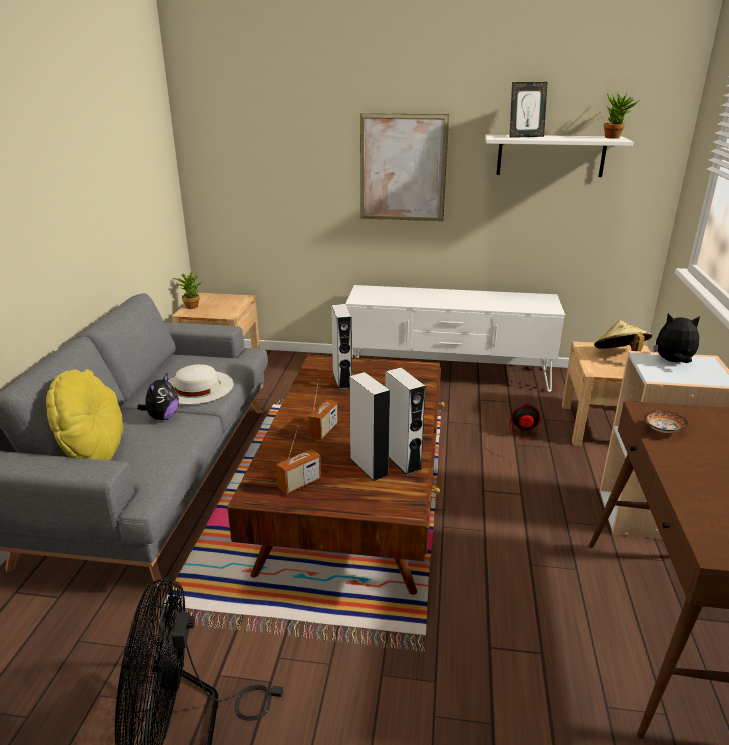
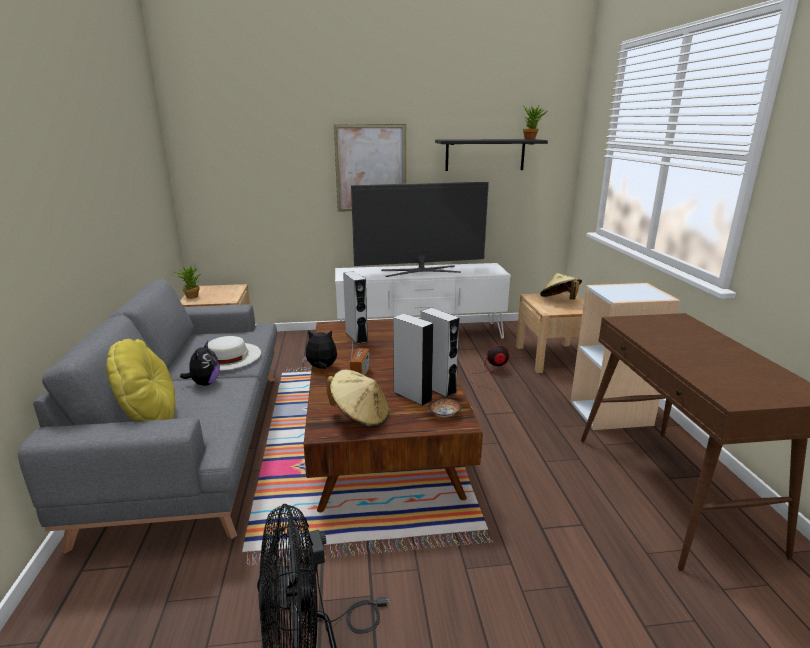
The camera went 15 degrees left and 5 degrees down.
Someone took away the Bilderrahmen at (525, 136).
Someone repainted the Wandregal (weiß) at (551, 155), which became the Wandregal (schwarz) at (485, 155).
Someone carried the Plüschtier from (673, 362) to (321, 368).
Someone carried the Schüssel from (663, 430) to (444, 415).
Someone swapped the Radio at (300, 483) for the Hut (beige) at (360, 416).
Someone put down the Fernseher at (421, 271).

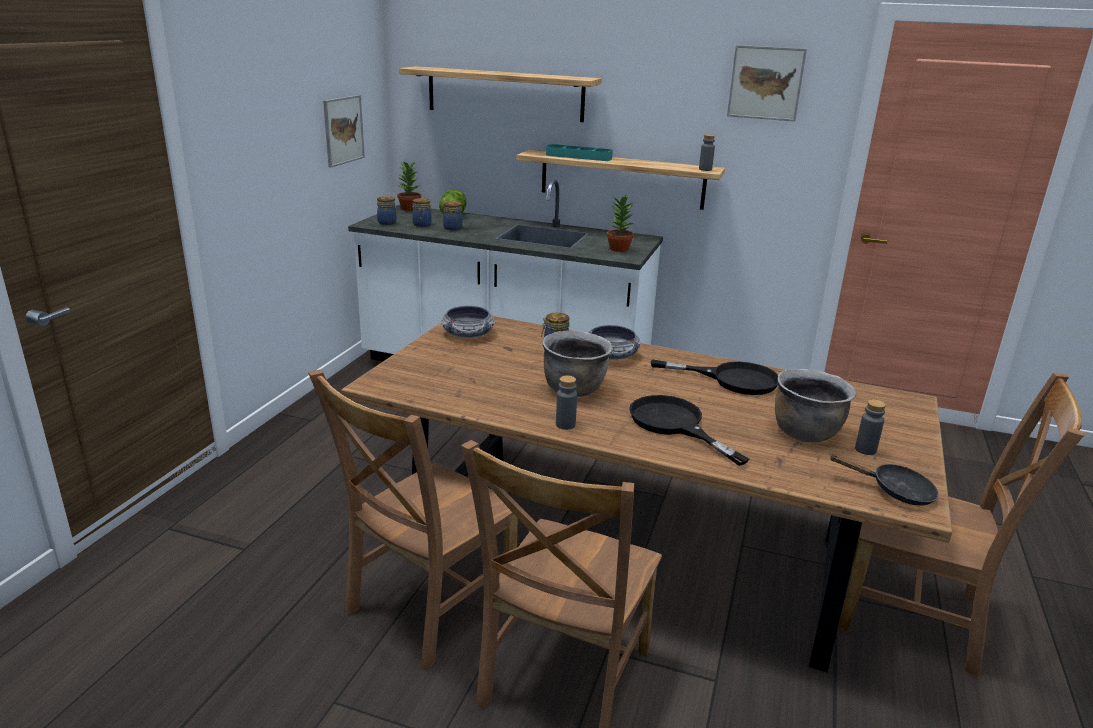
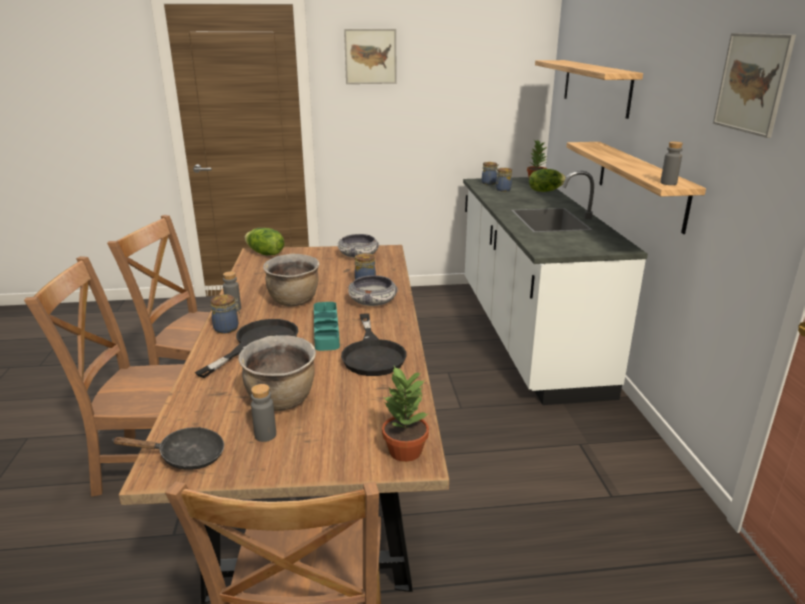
The camera went 65 degrees right and 0 degrees up.
Someone carried the Bild from (343, 130) to (370, 56).
Someone carried the Tablett (türkis) from (578, 157) to (326, 329).
Someone carried the Topfpflanze from (618, 249) to (404, 450).
Someone carried the Vorratsglas from (453, 228) to (227, 328).
Someone rotated the Pfanne (schwarz) at (895, 491) by 90 degrees counterclockwise.
Someone put down the Salatkopf at (265, 253).

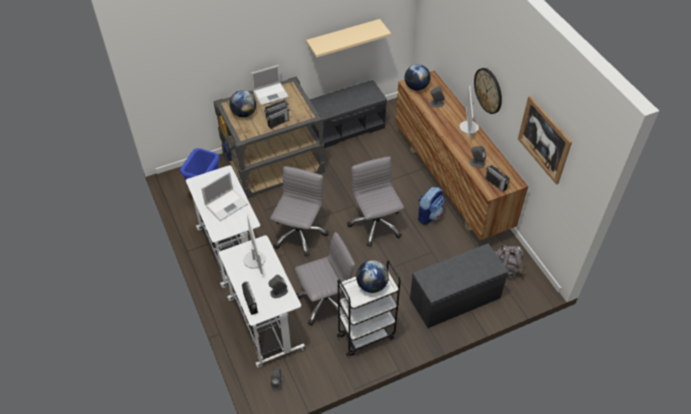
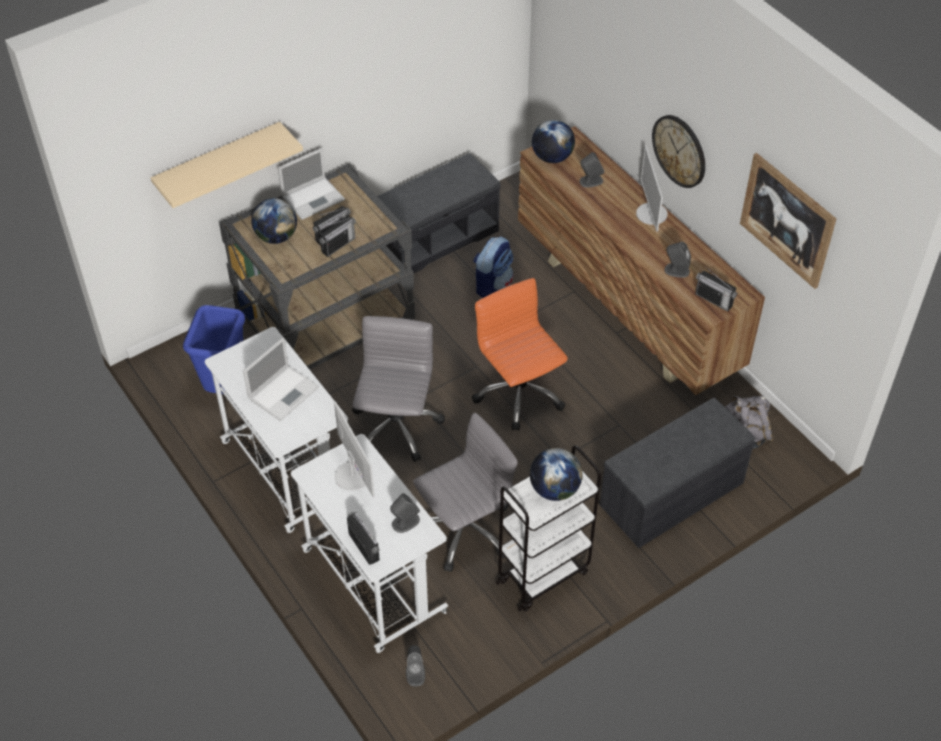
The camera went 10 degrees left and 0 degrees up.
Someone carried the Wandregal (beige) from (343, 37) to (218, 162).
Someone repainted the Bürostuhl (grau) at (375, 224), which became the Bürostuhl (orange) at (518, 393).
Someone carried the Rucksack from (429, 215) to (492, 284).

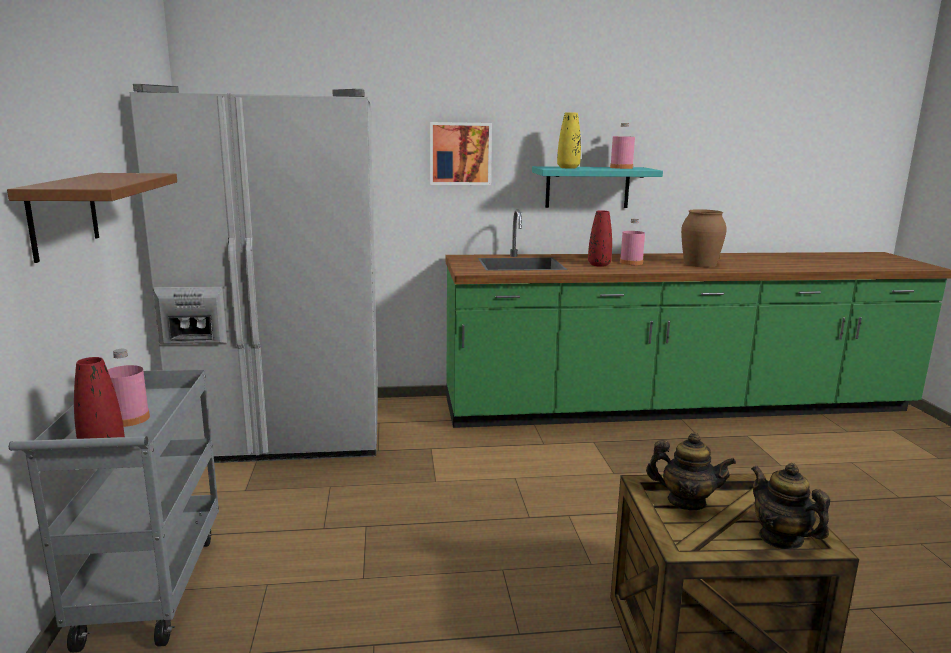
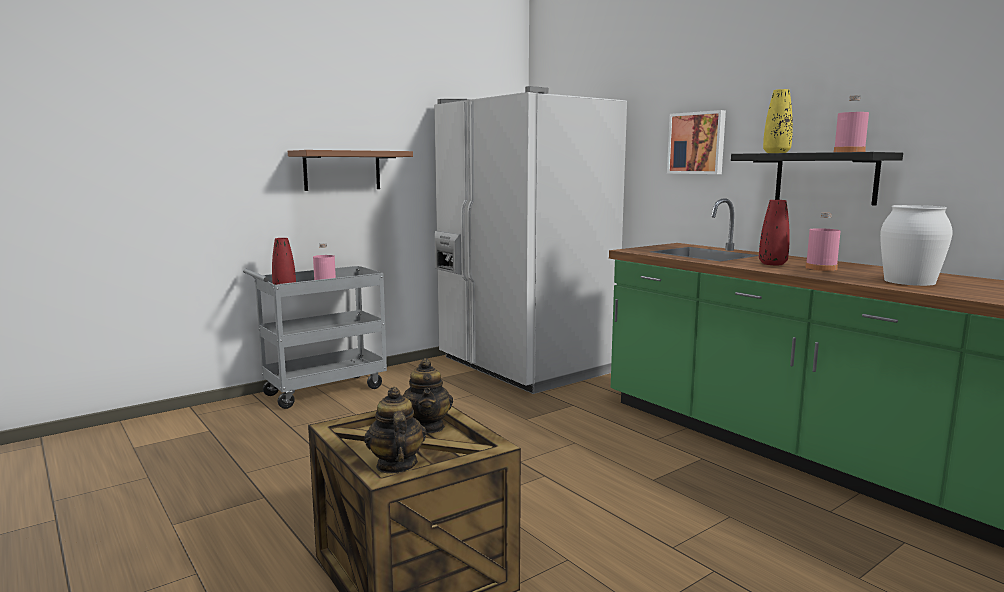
The camera went 60 degrees right and 5 degrees down.
Someone repainted the Wandregal (türkis) at (587, 187), which became the Wandregal (schwarz) at (825, 178).
Someone repainted the Vase (braun) at (700, 264), which became the Vase (weiß) at (910, 281).
Someone rotated the Teekanne at (781, 538) by 45 degrees counterclockwise.

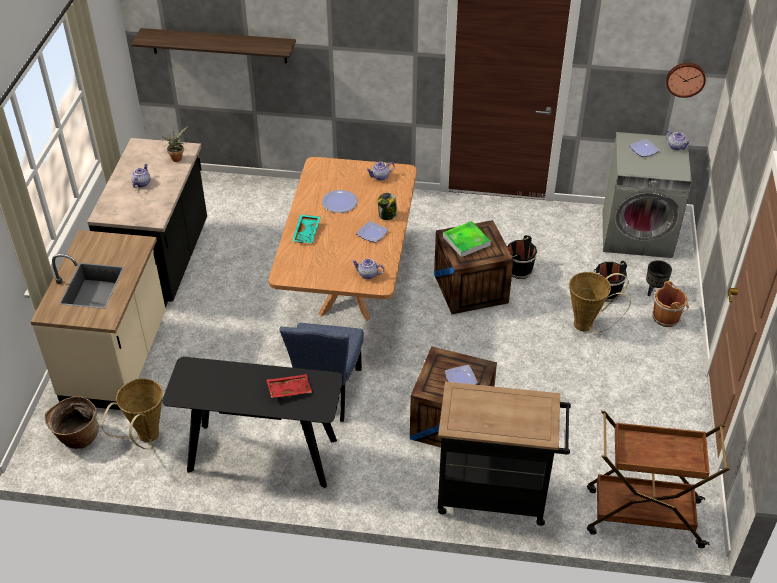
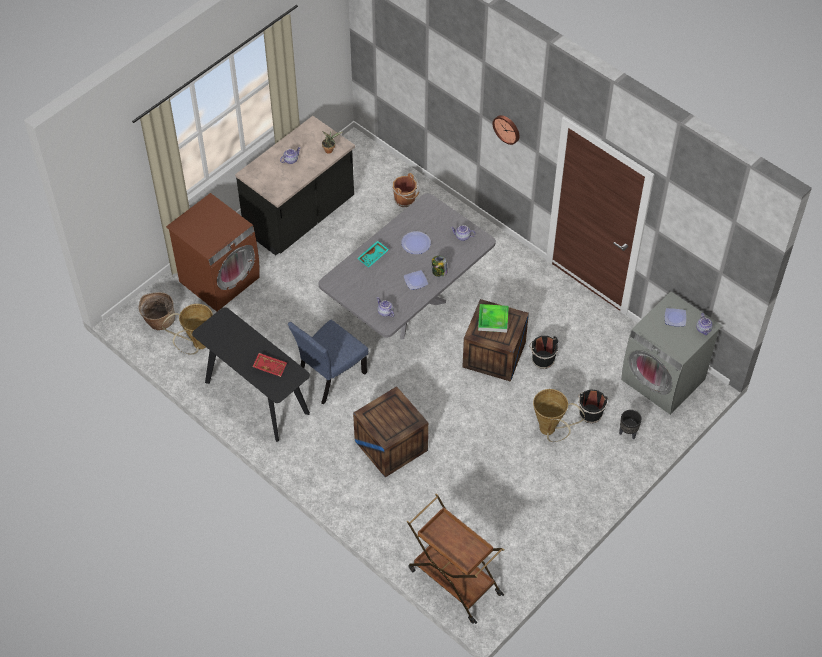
The camera went 35 degrees right and 10 degrees up.
Someone took away the Wandregal at (219, 45).
Someone carried the Wanduhr from (685, 79) to (507, 129).
Someone repainted the Esstisch (braun) at (349, 290), which became the Esstisch (grau) at (408, 309).
Someone swapped the Küchenzeile (beige) at (117, 360) for the Waschmaschine (braun) at (219, 278).
Someone carried the Eimer (braun) from (667, 317) to (405, 200).
Someone took away the Teller at (460, 379).
Someone took away the Rollwagen (schwarz) at (496, 495).

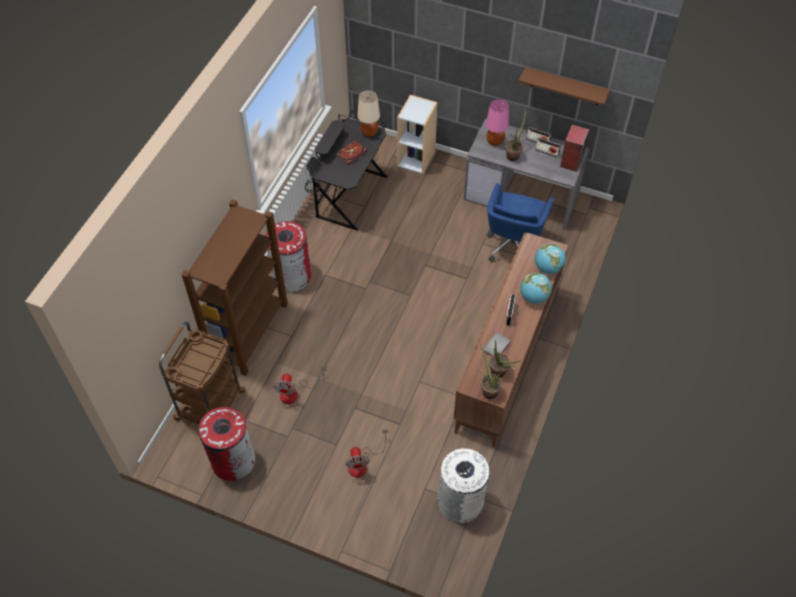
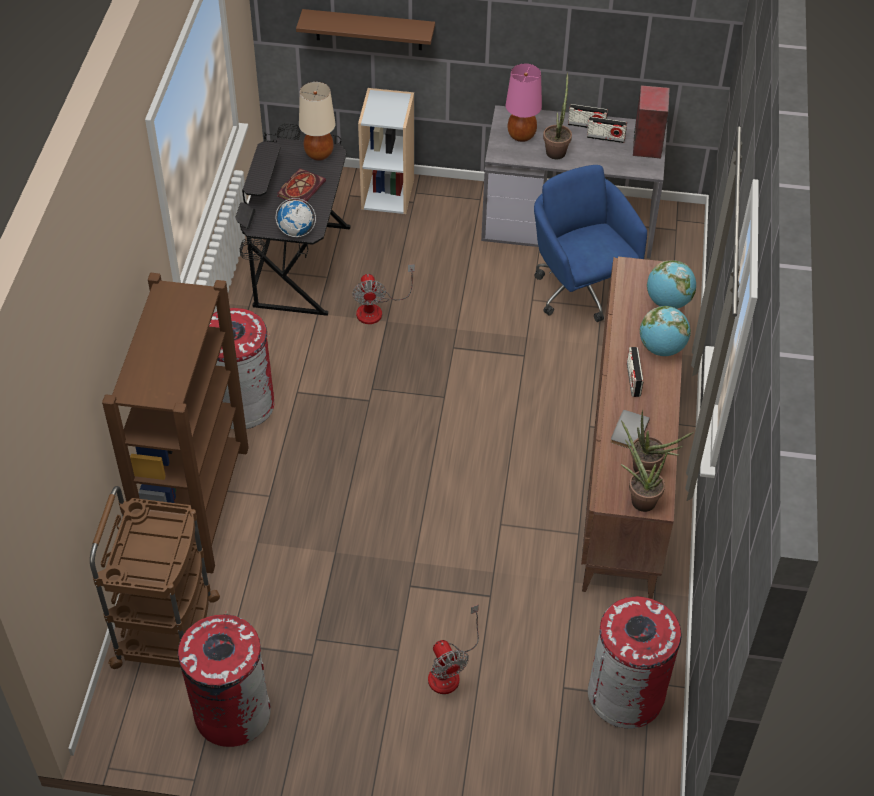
The camera went 15 degrees left and 5 degrees down.
Someone carried the Wandregal (braun) from (565, 86) to (368, 29).
Someone rotated the Bürostuhl (blau) at (512, 246) by 150 degrees clockwise.
Someone carried the Ventilator from (295, 392) to (377, 309).
Someone repainted the Mülleimer (weiß) at (460, 501), which became the Mülleimer (rot) at (626, 694).
Someone put down the Globus at (296, 231).

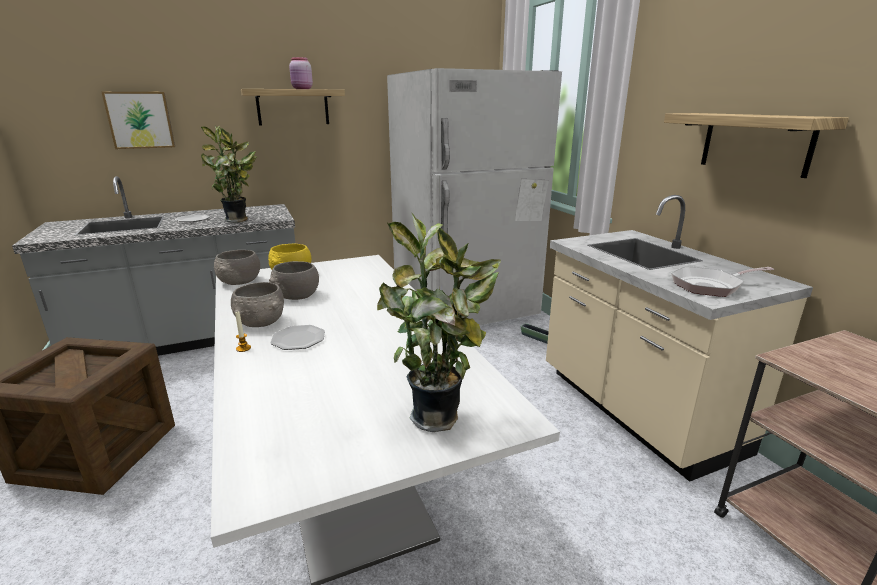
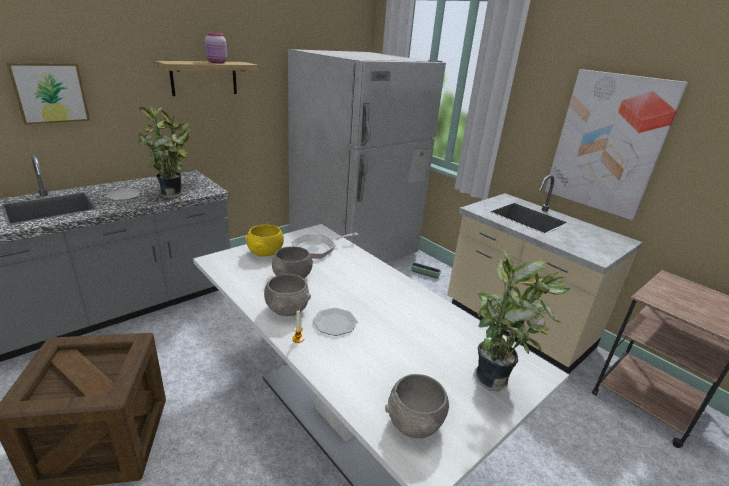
The camera went 20 degrees left and 5 degrees up.
Someone swapped the Wandregal at (755, 143) for the Bild at (607, 144).
Someone carried the Schüssel (grau) from (239, 282) to (415, 422).
Someone carried the Pfanne from (710, 286) to (317, 249).

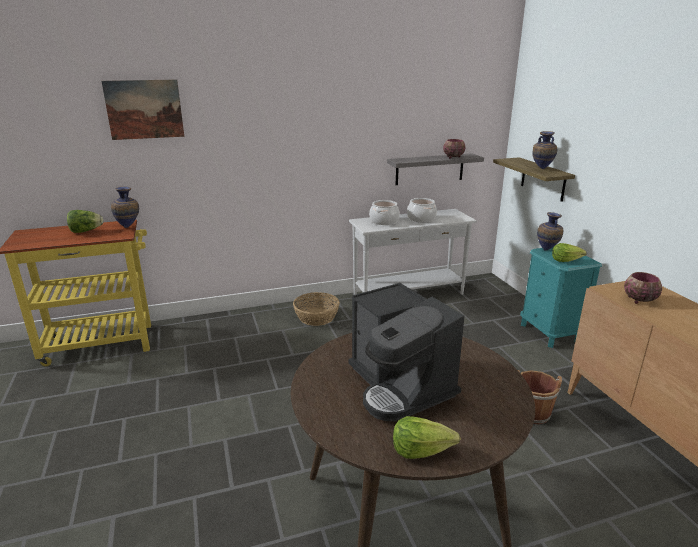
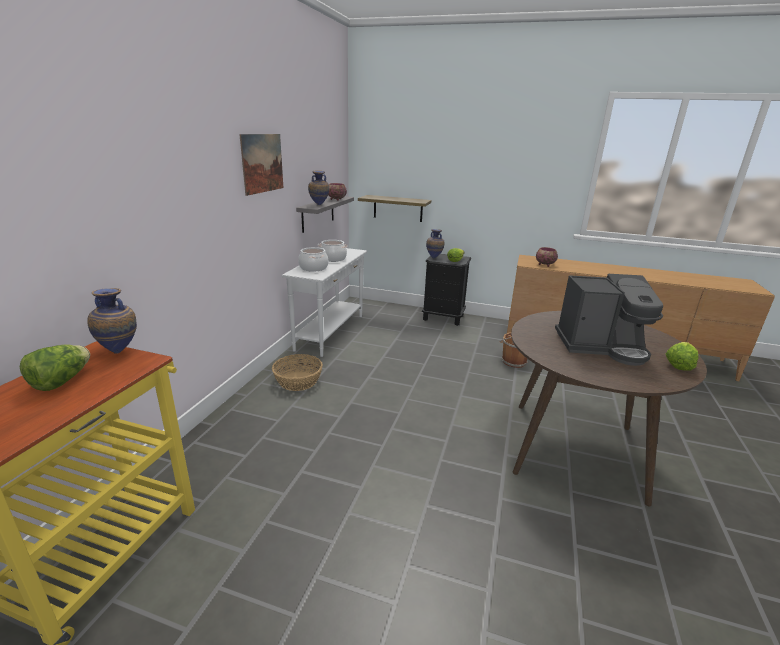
The camera went 55 degrees left and 0 degrees up.
Someone carried the Bild from (144, 109) to (262, 163).
Someone carried the Vase from (541, 169) to (319, 205).
Someone repainted the Nachttisch (türkis) at (550, 333), which became the Nachttisch (schwarz) at (443, 317).

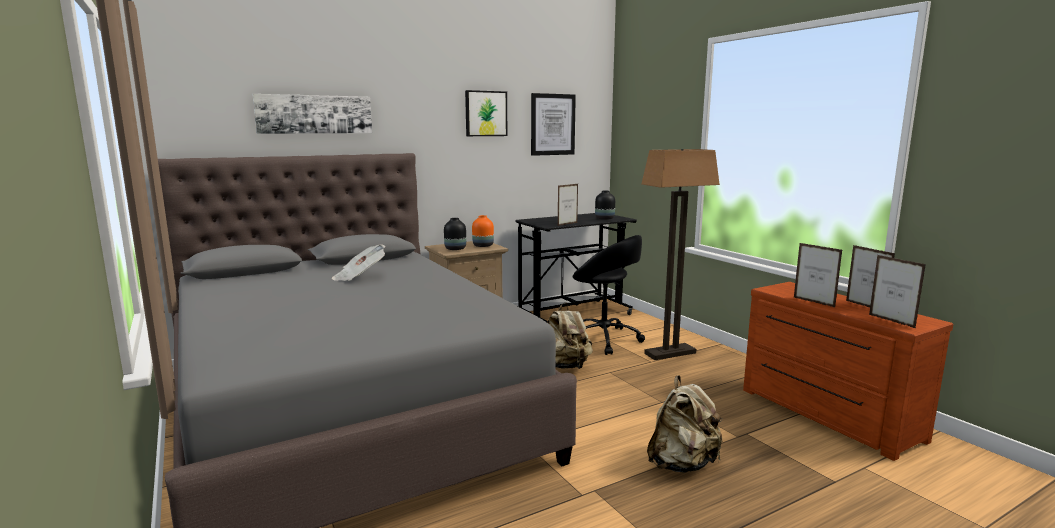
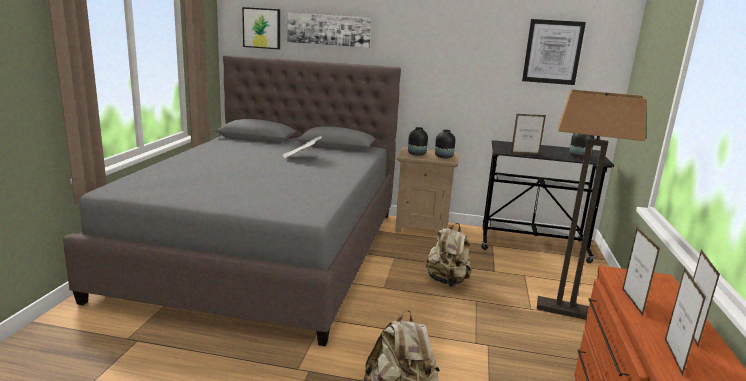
The camera went 40 degrees right and 5 degrees up.
Someone carried the Bild from (485, 113) to (262, 28).
Someone repainted the Vase (orange) at (482, 246), which became the Vase (schwarz) at (443, 157).
Someone took away the Bürostuhl (schwarz) at (604, 340).

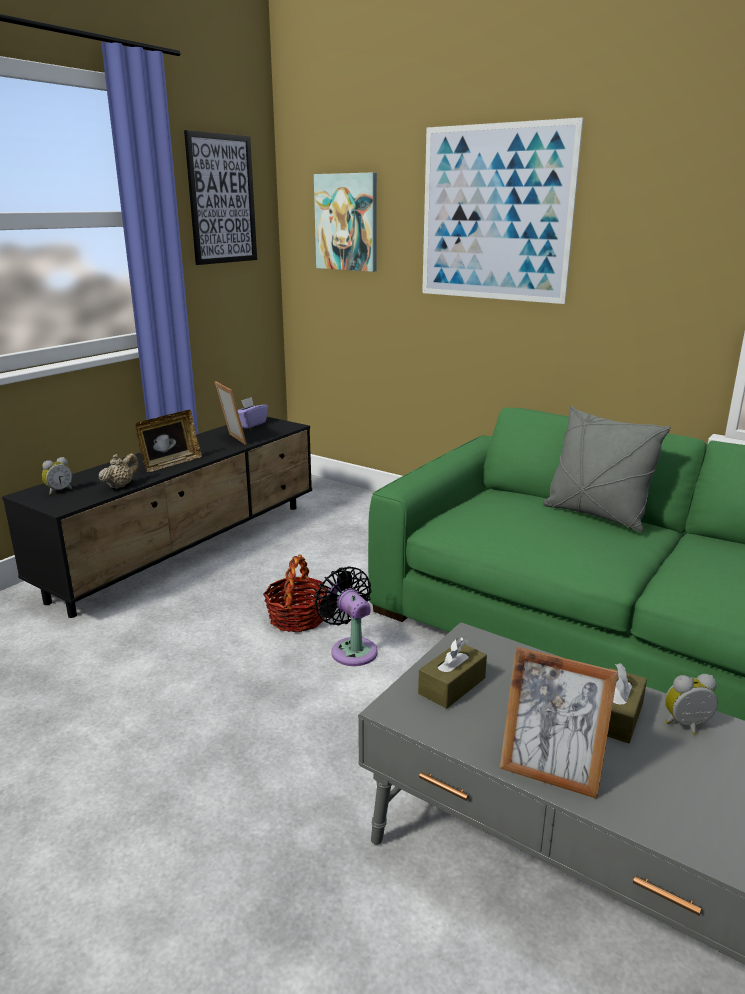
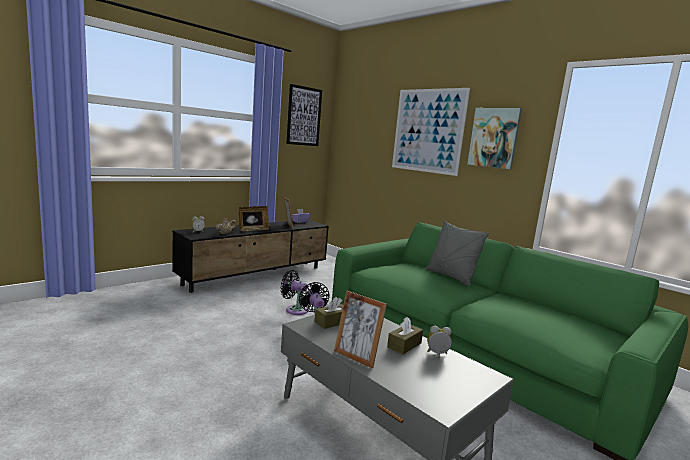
The camera went 10 degrees right and 10 degrees down.
Someone carried the Bild from (347, 222) to (494, 138).
Someone swapped the Korb at (297, 618) for the Ventilator (schwarz) at (294, 310).

